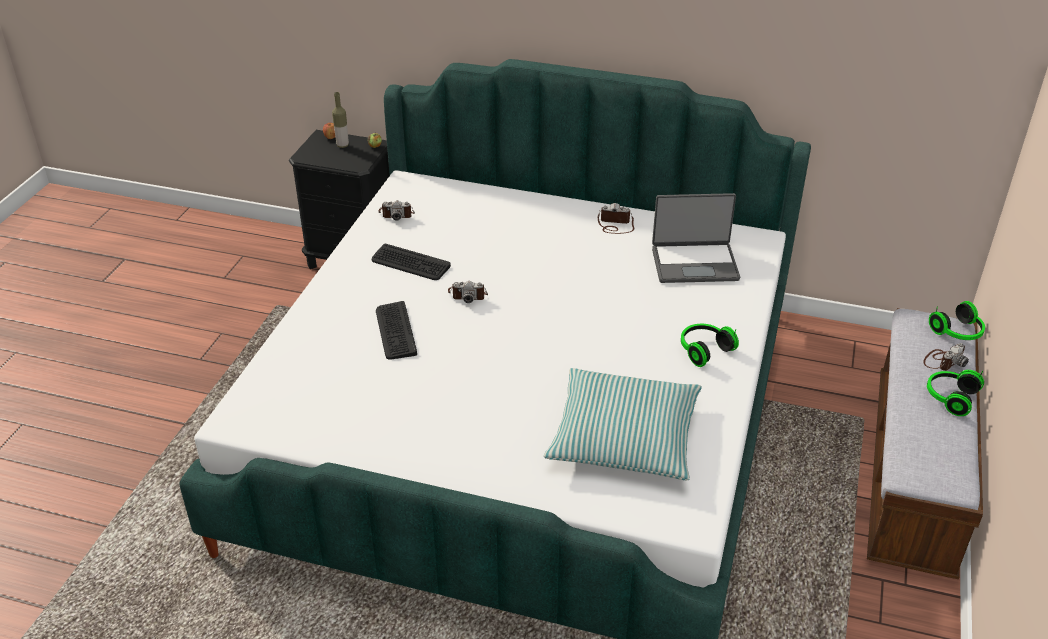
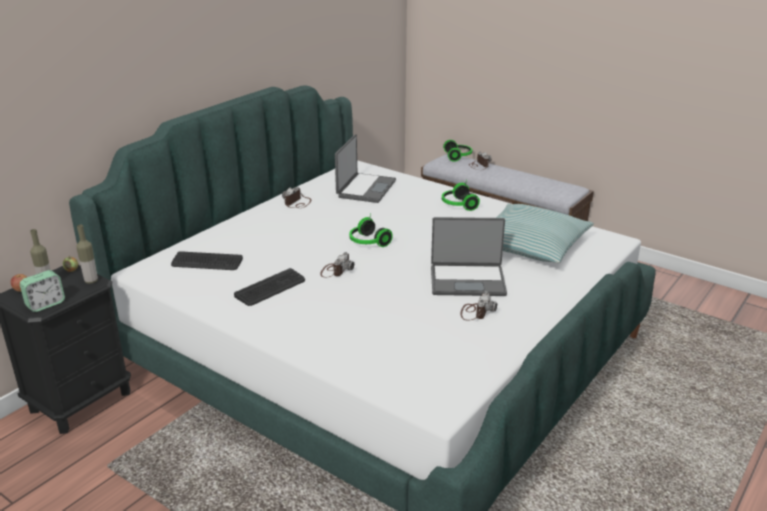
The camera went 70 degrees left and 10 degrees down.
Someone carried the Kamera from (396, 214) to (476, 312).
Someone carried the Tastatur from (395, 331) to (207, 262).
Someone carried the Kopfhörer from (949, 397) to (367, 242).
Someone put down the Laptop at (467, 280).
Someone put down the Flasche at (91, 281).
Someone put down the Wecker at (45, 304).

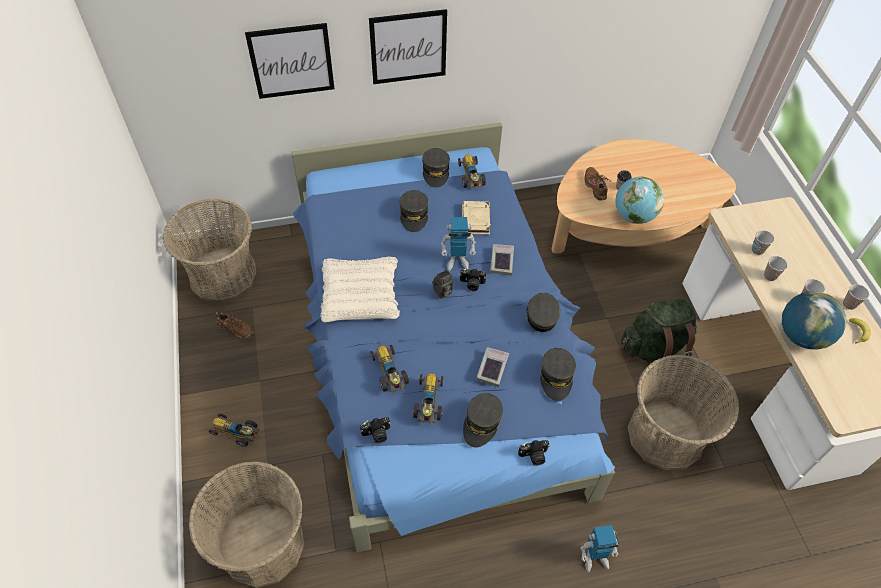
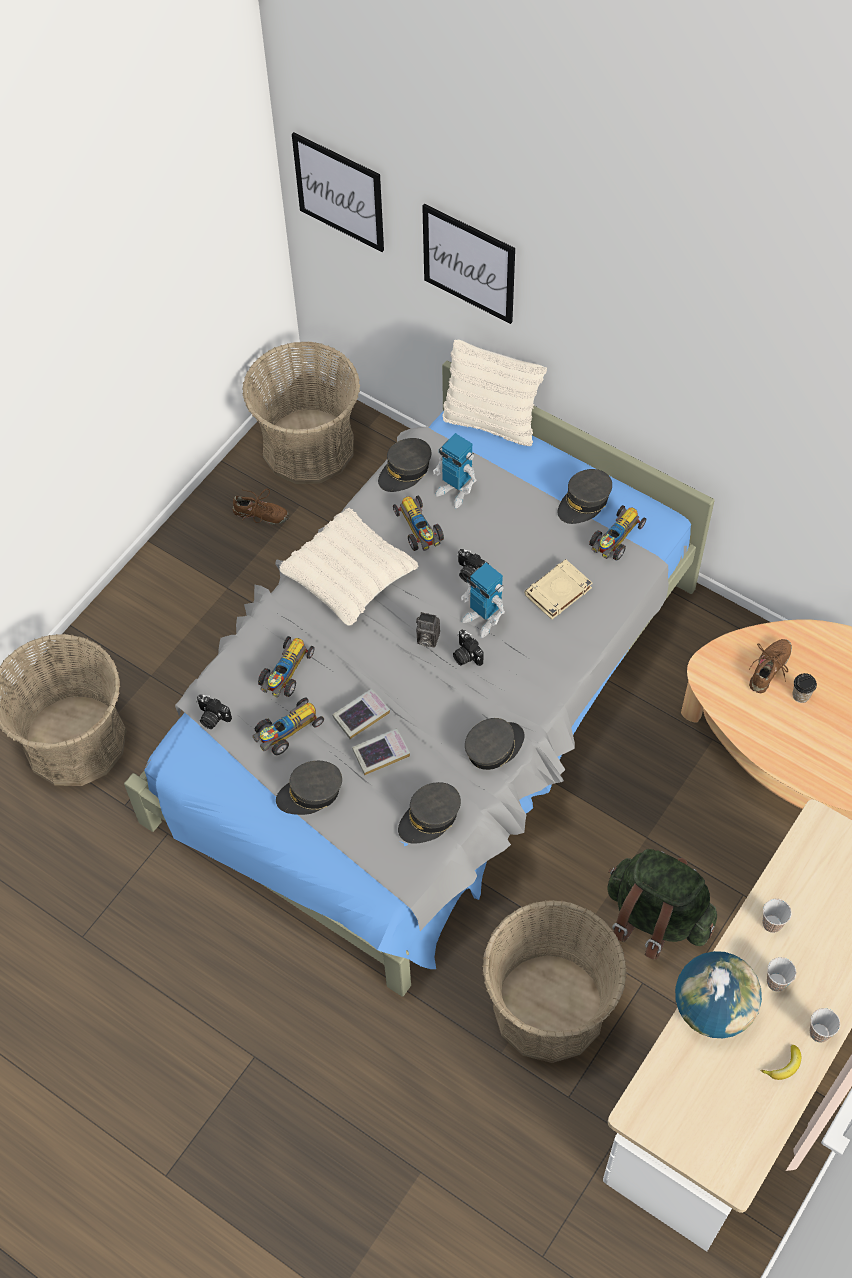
The camera went 50 degrees right and 5 degrees up.
Someone carried the Bild from (408, 47) to (339, 192).
Someone repainted the Bett (blau) at (437, 349), which became the Bett (grau) at (424, 706).
Someone took away the Globus at (633, 216).
Someone carried the Kappe (grau) from (414, 215) to (405, 471).
Someone took away the Tasse at (757, 250).
Someone carried the Buch from (501, 261) to (361, 715).
Someone rotated the Schuh (braun) at (235, 329) by 60 degrees counterclockwise.
Someone carried the Spielzeugauto from (236, 432) to (419, 529).
Someone carried the Kamera from (534, 456) to (470, 573).
Someone carried the Spielzeugroboter from (595, 557) to (454, 492).
Someone put down the Kissen (beige) at (492, 423).

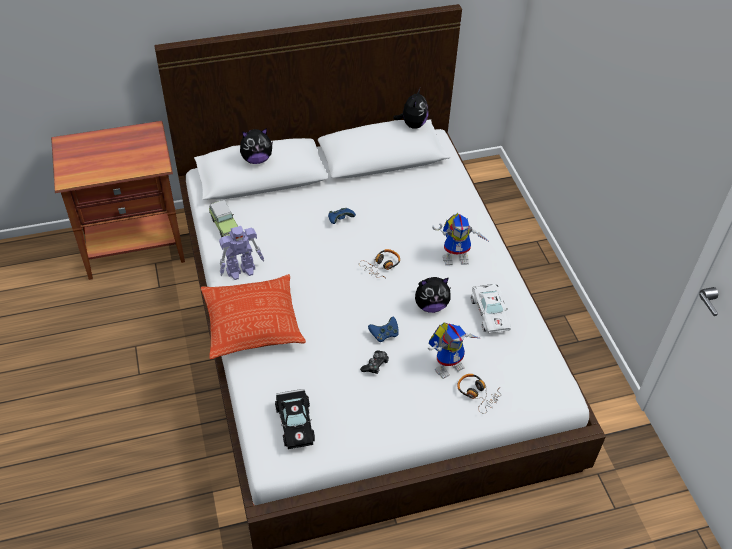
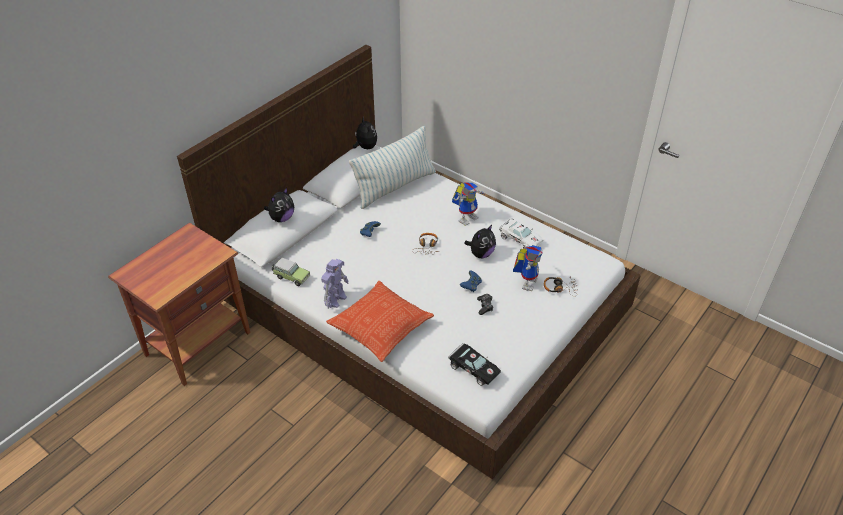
The camera went 35 degrees left and 5 degrees down.
Someone put down the Kissen at (395, 187).

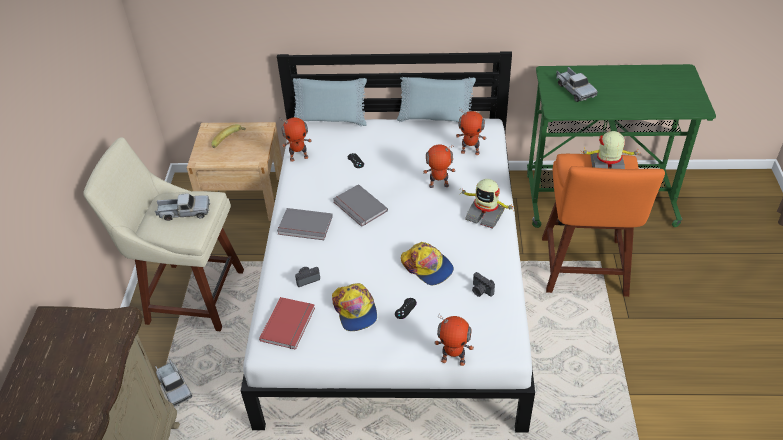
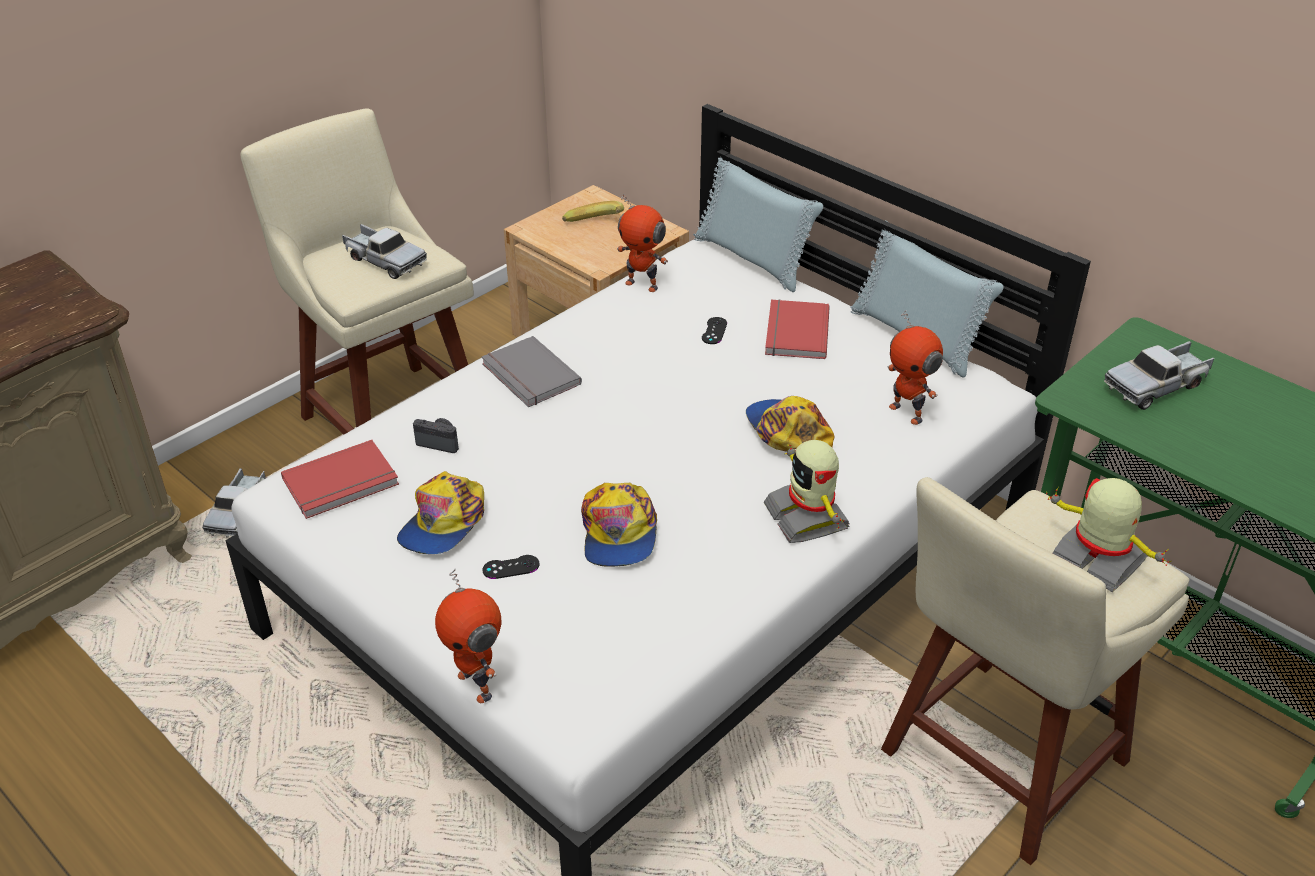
The camera went 40 degrees right and 5 degrees down.
Someone rotated the Spielzeuglaster at (574, 90) by 45 degrees clockwise.
Someone swapped the Spielzeugroboter at (438, 186) for the Kappe at (787, 432).
Someone repainted the Hocker (orange) at (583, 269), which became the Hocker (beige) at (996, 762).
Someone took away the Buch (grau) at (359, 207).
Someone took away the Kamera at (481, 291).
Someone put down the Buch (rot) at (794, 332).

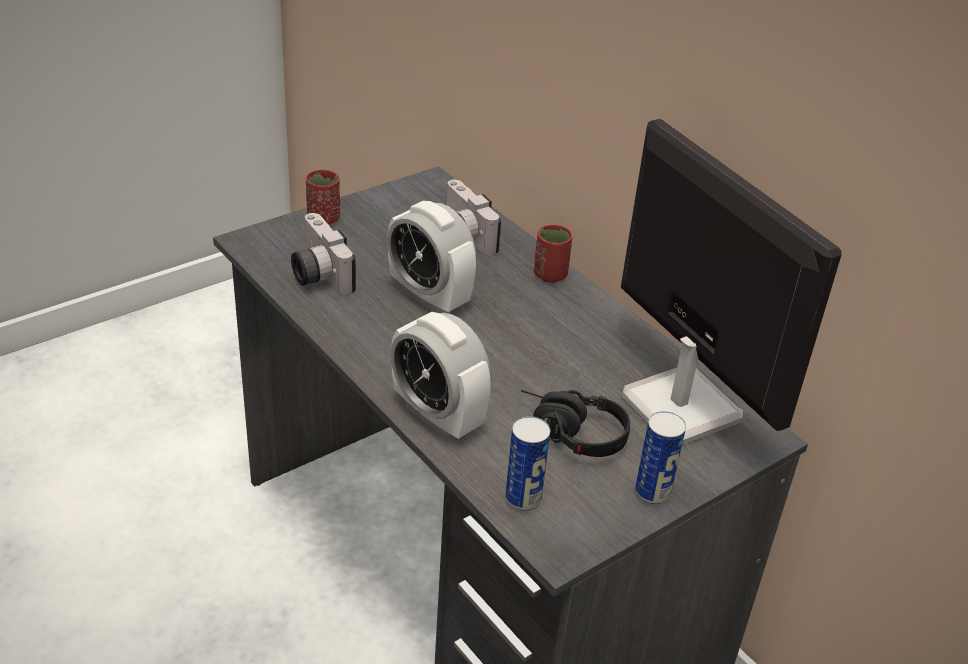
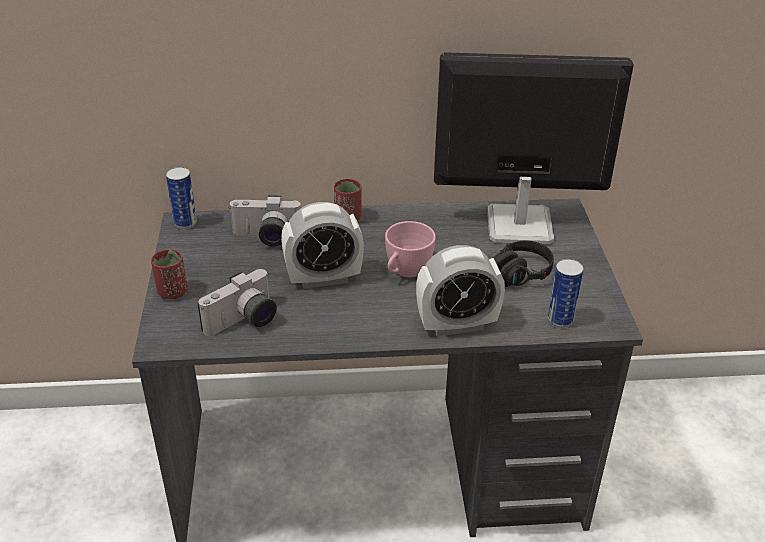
The camera went 55 degrees left and 0 degrees up.
Someone rotated the Kamera at (317, 274) by 45 degrees counterclockwise.
Someone carried the Dose from (652, 493) to (185, 223).
Someone put down the Tasse (rosa) at (405, 272).

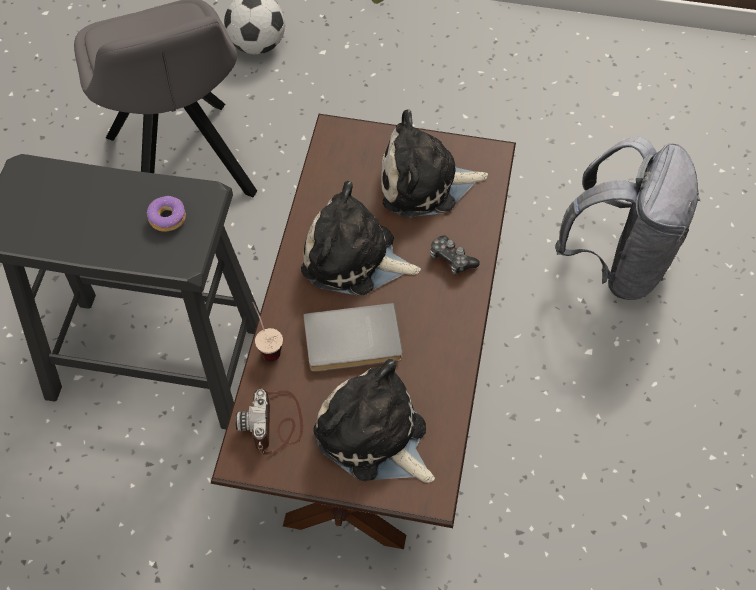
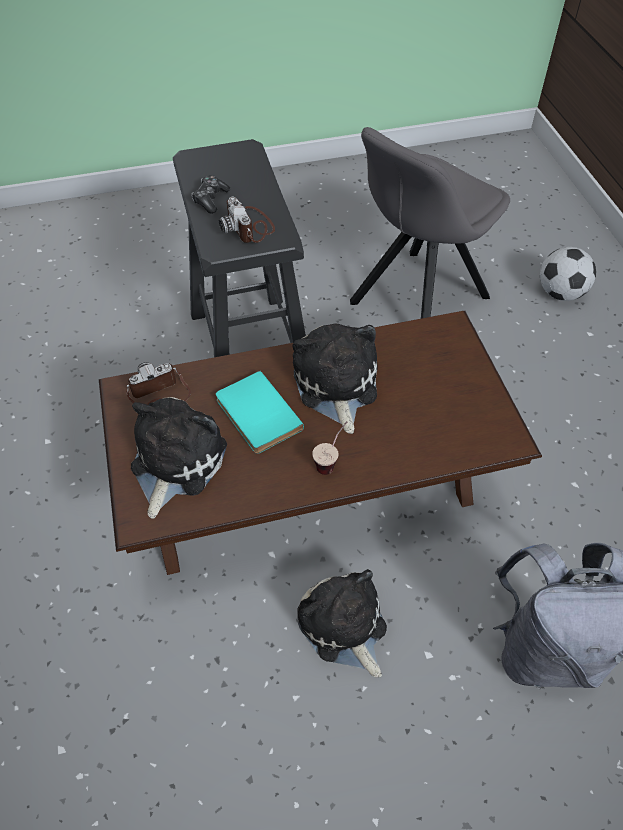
The camera went 65 degrees right and 5 degrees down.
Someone carried the Plüschtier from (425, 183) to (343, 627).
Someone swapped the Donut at (167, 218) for the Kamera at (249, 227).
Someone carried the Gamepad from (451, 259) to (210, 199).
Someone carried the Tasse from (266, 344) to (331, 461).
Someone repainted the Buch (grau) at (353, 342), which became the Buch (türkis) at (256, 415).

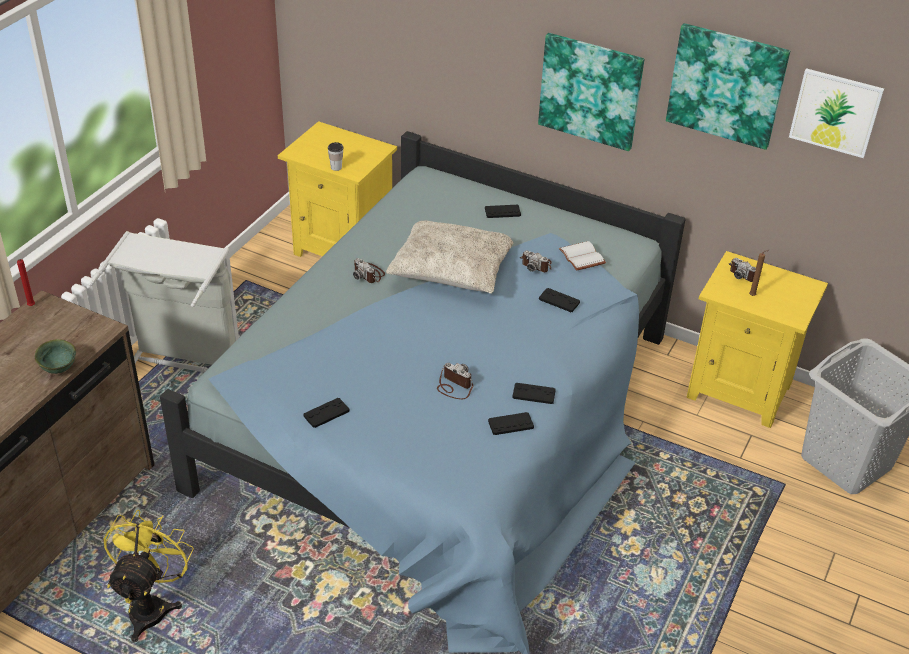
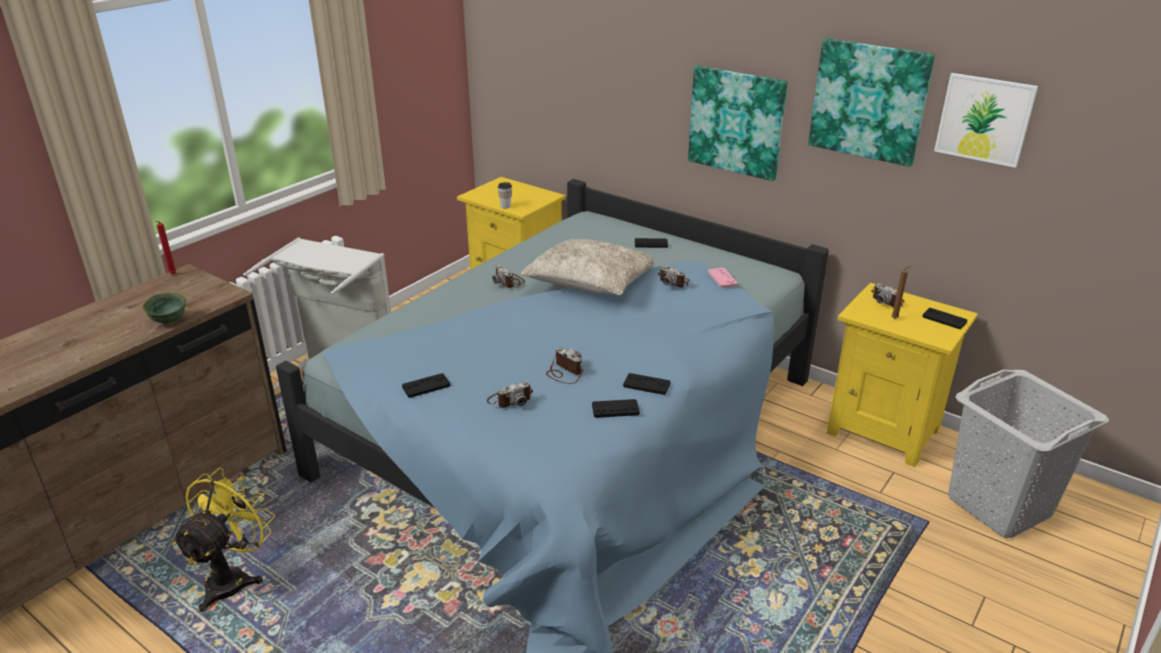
The camera went 10 degrees right and 10 degrees down.
Someone swapped the Buch (weiß) at (583, 257) for the Gamepad (rosa) at (722, 278).
Someone carried the Gamepad (schwarz) from (559, 301) to (944, 319).
Someone put down the Kamera at (510, 399).

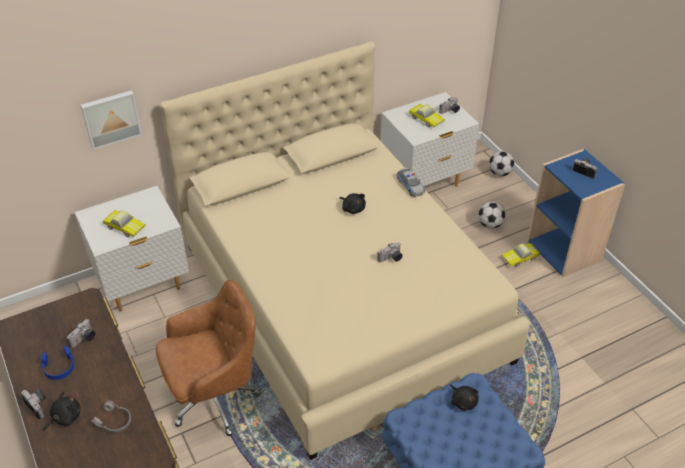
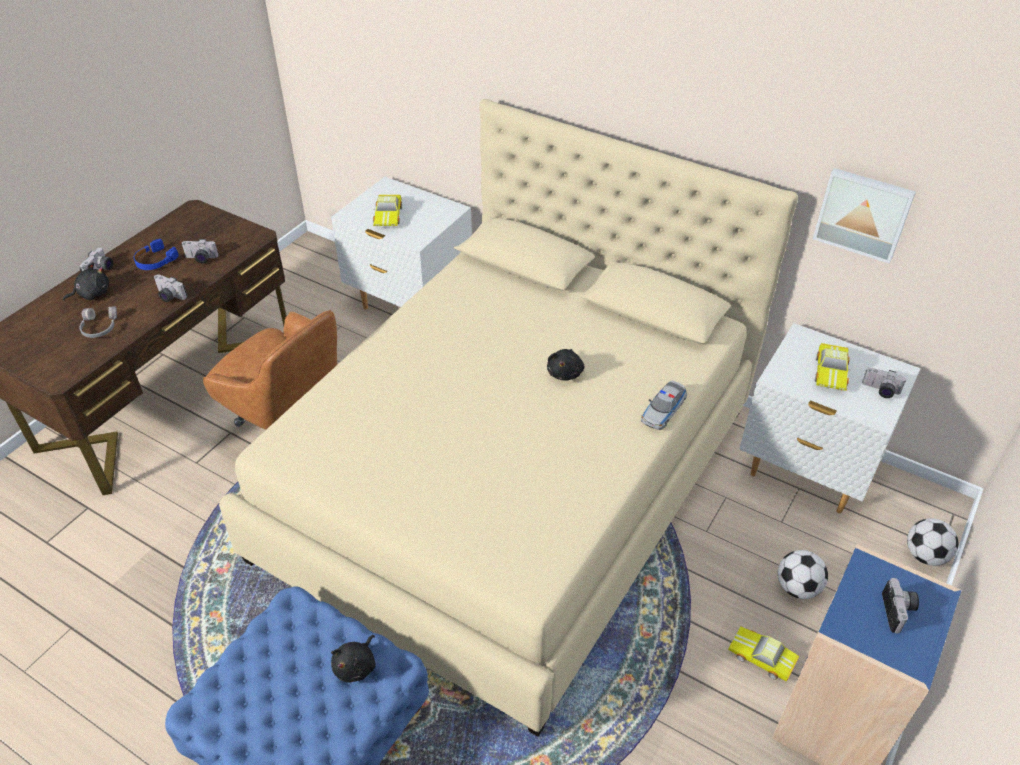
The camera went 60 degrees right and 0 degrees up.
Someone carried the Bild from (111, 118) to (863, 213).
Someone carried the Kamera from (391, 259) to (169, 296).
Someone rotated the Plüschtier (schwarz) at (65, 417) by 45 degrees counterclockwise.

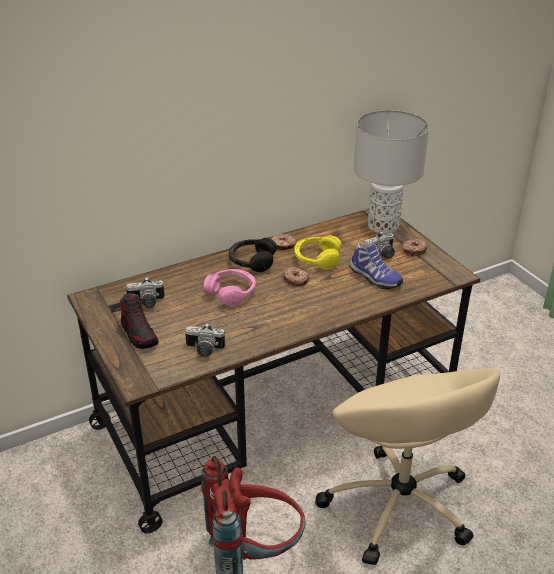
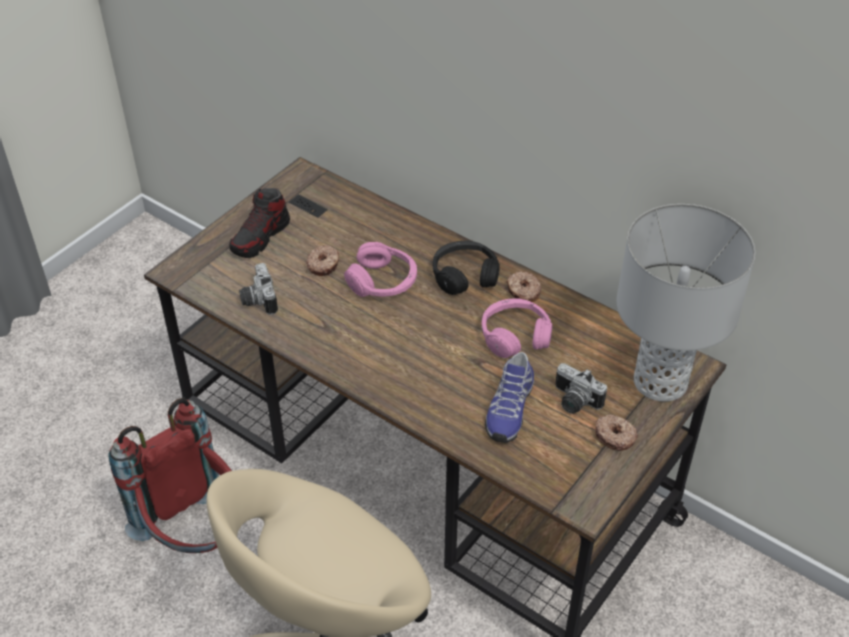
The camera went 65 degrees right and 10 degrees up.
Someone repainted the Kopfhörer (gelb) at (317, 259), which became the Kopfhörer (rosa) at (515, 336).
Someone carried the Donut from (295, 280) to (324, 265).
Someone took away the Kamera at (146, 303).

